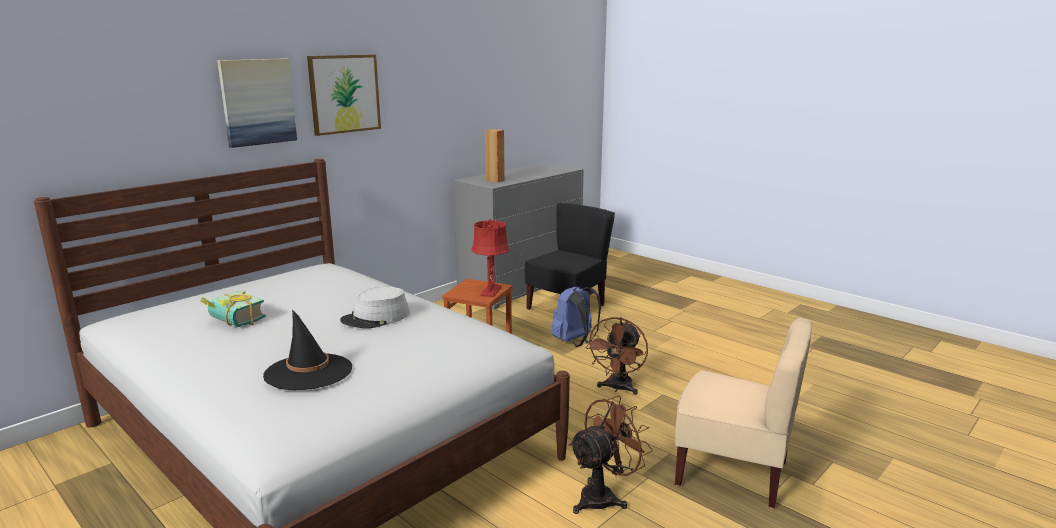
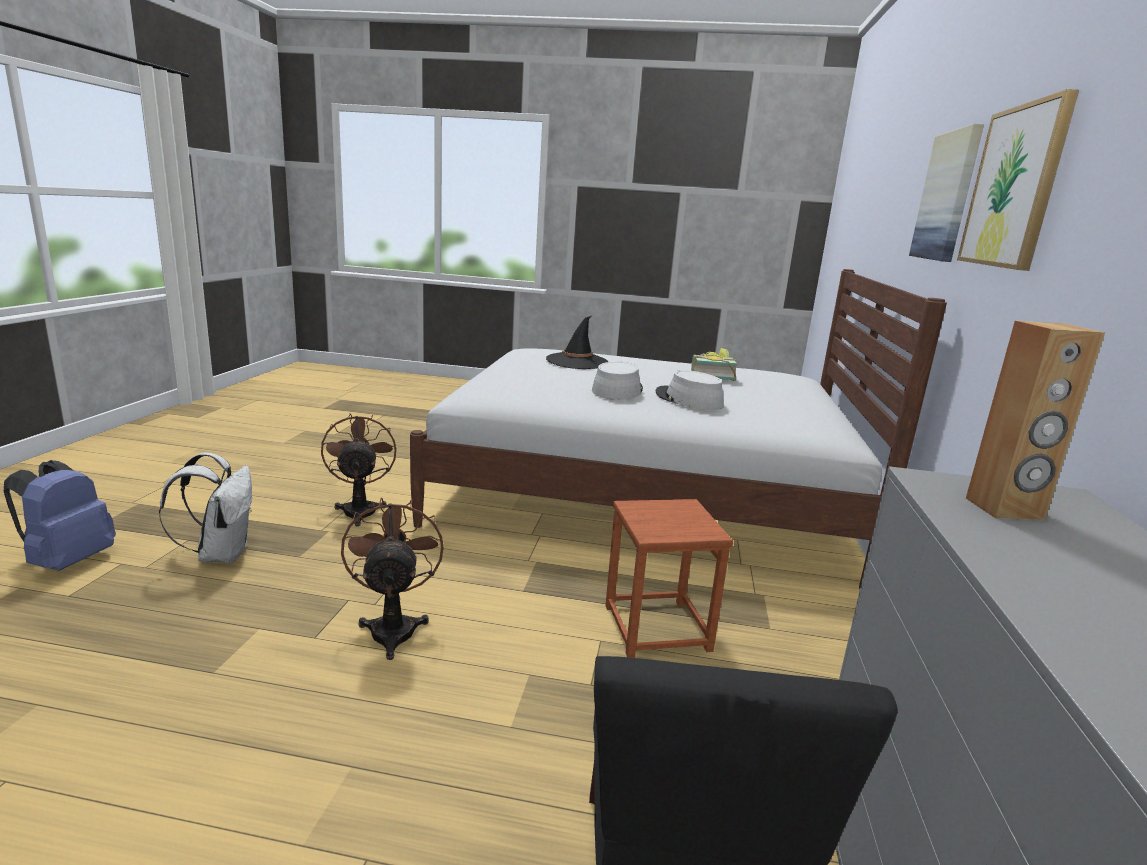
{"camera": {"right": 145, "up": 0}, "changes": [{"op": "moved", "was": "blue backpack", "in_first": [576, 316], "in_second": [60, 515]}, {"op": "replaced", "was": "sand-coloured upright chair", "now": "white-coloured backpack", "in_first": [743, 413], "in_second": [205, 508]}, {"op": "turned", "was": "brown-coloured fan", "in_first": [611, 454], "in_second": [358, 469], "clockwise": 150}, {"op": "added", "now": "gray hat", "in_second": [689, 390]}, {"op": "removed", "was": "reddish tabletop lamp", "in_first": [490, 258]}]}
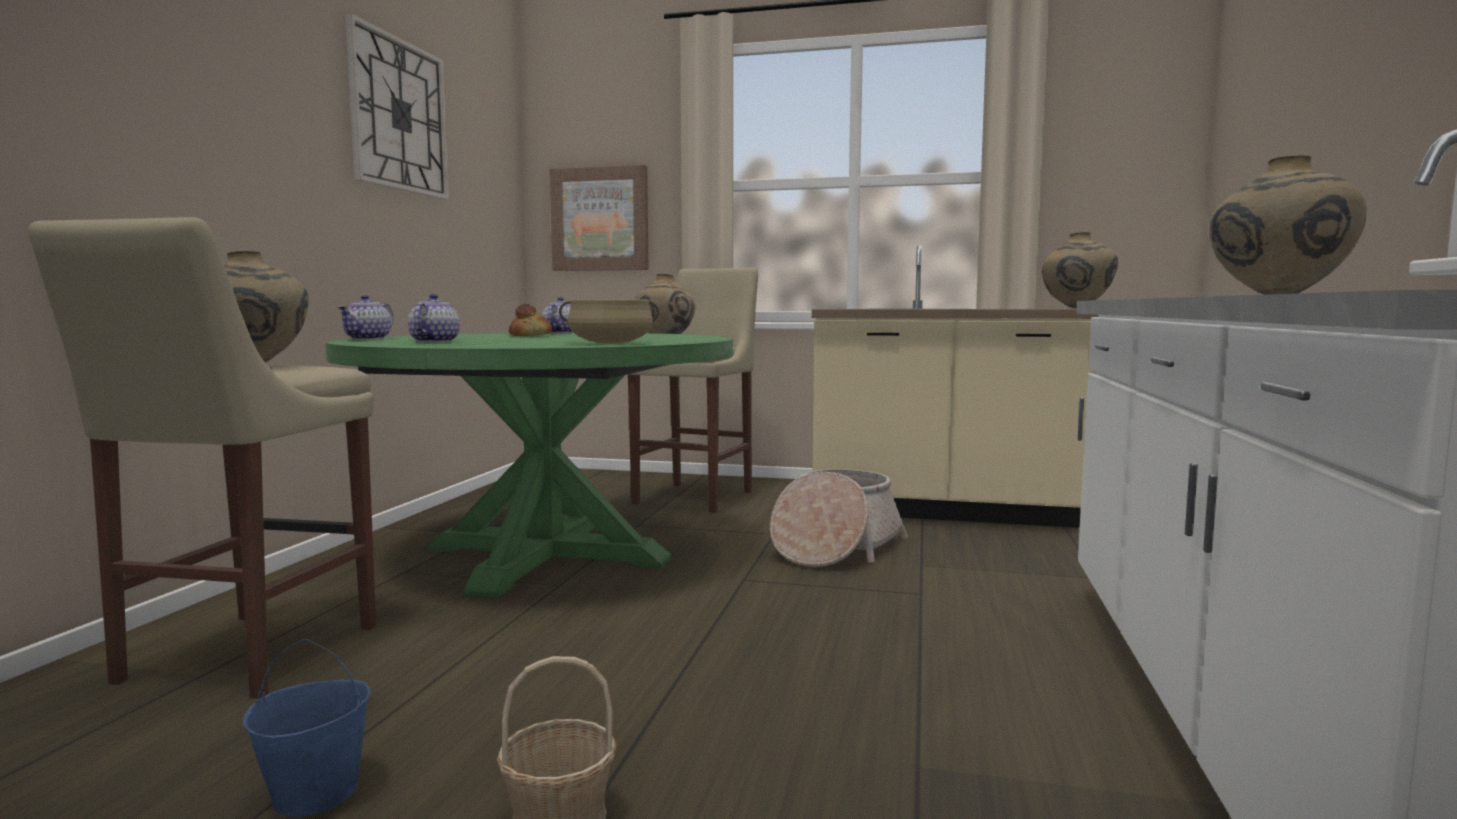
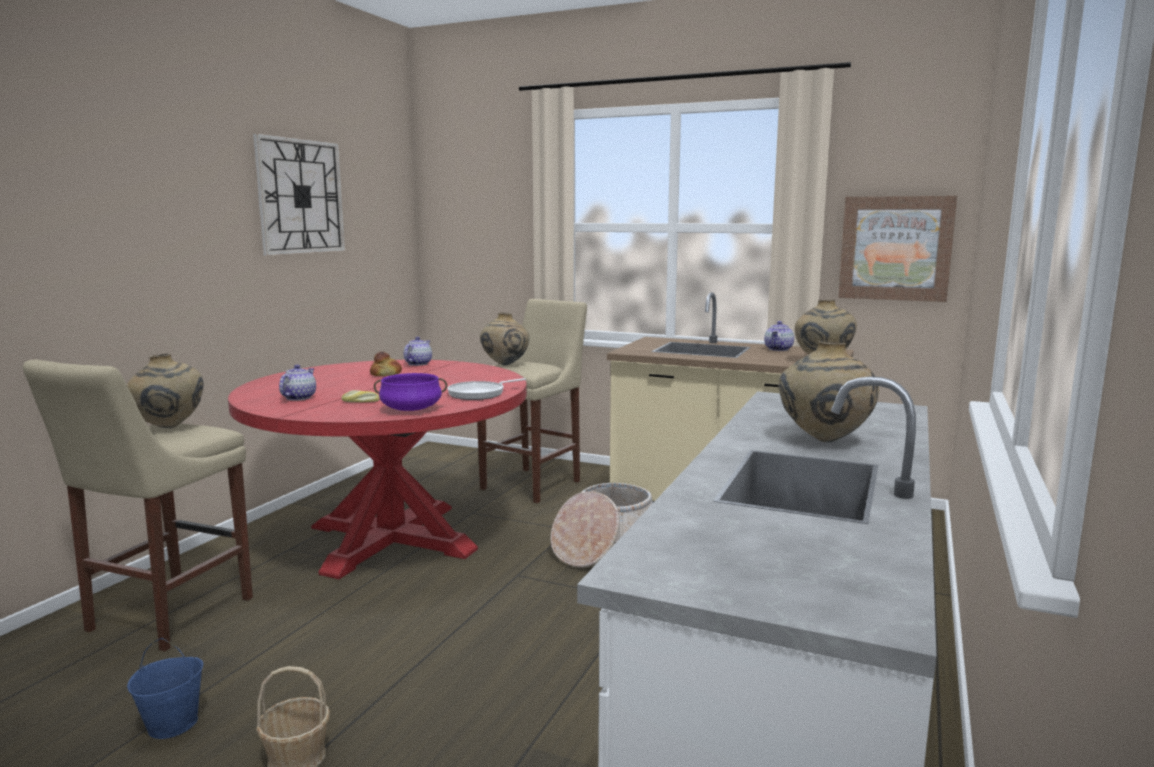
{"camera": {"right": 10, "up": 5}, "changes": [{"op": "recoloured", "was": "green dining table", "now": "reddish dining table", "in_first": [529, 466], "in_second": [377, 469]}, {"op": "added", "now": "baked bread", "in_second": [360, 396]}, {"op": "recoloured", "was": "sand-coloured cooking pot", "now": "purple cooking pot", "in_first": [609, 321], "in_second": [410, 392]}, {"op": "added", "now": "skillet", "in_second": [486, 389]}, {"op": "moved", "was": "pot for tea", "in_first": [365, 317], "in_second": [779, 336]}, {"op": "moved", "was": "wall art", "in_first": [599, 218], "in_second": [897, 249]}]}
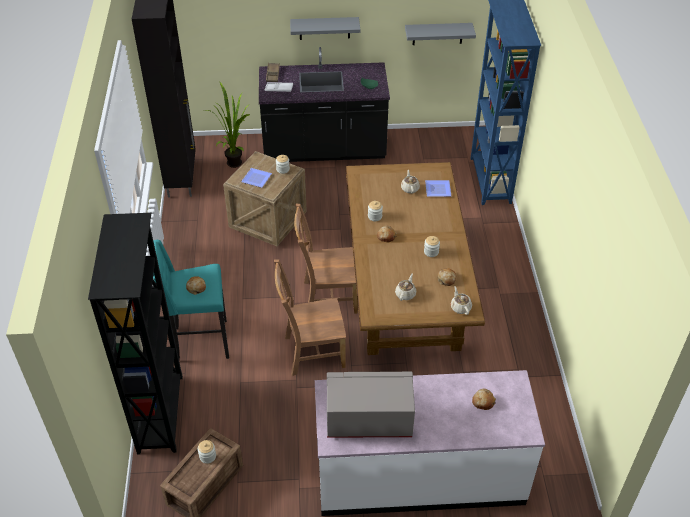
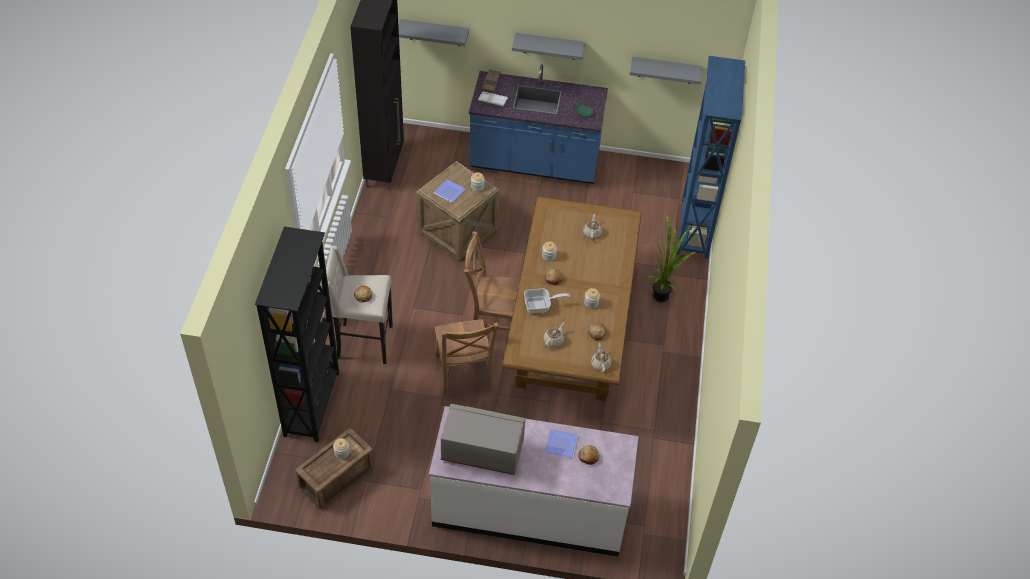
{"camera": {"right": 10, "up": 5}, "changes": [{"op": "recoloured", "was": "blue-green stool seat", "now": "sand-coloured stool seat", "in_first": [191, 299], "in_second": [359, 305]}, {"op": "added", "now": "gray shelf", "in_second": [433, 32]}, {"op": "turned", "was": "brown-coloured upright chair", "in_first": [310, 317], "in_second": [466, 357], "clockwise": -105}, {"op": "recoloured", "was": "black kitchen base unit", "now": "blue kitchen base unit", "in_first": [324, 104], "in_second": [538, 124]}, {"op": "added", "now": "skillet", "in_second": [547, 300]}, {"op": "moved", "was": "dinner plate", "in_first": [438, 188], "in_second": [561, 443]}, {"op": "moved", "was": "houseplant", "in_first": [229, 125], "in_second": [671, 258]}]}
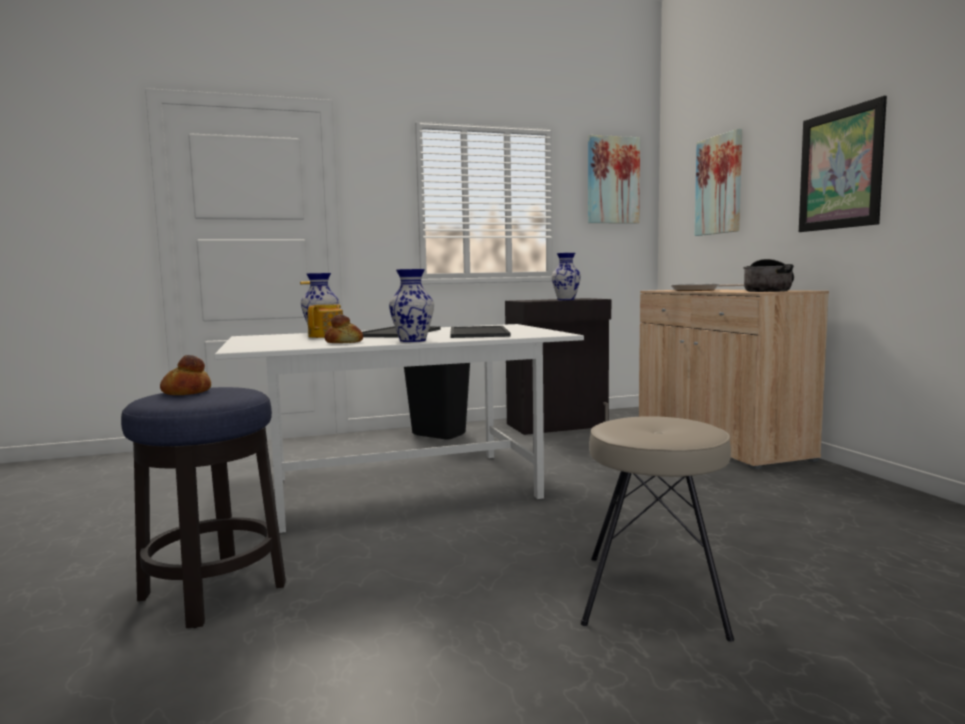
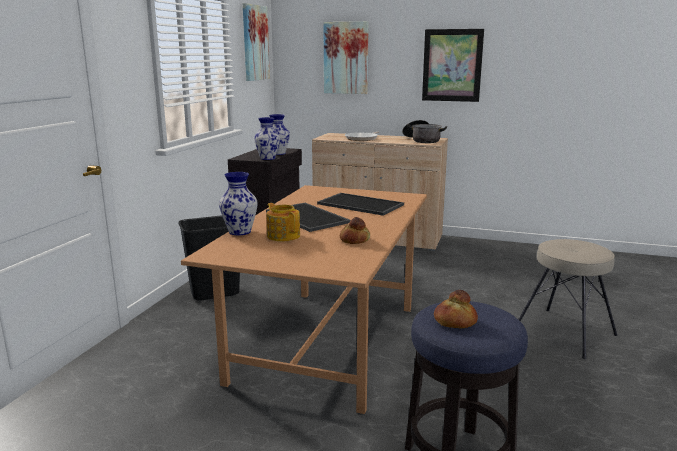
{"camera": {"right": -55, "up": 10}, "changes": [{"op": "recoloured", "was": "white-coloured dining table", "now": "brown-coloured dining table", "in_first": [399, 428], "in_second": [304, 299]}, {"op": "moved", "was": "flower vase", "in_first": [411, 305], "in_second": [267, 138]}]}
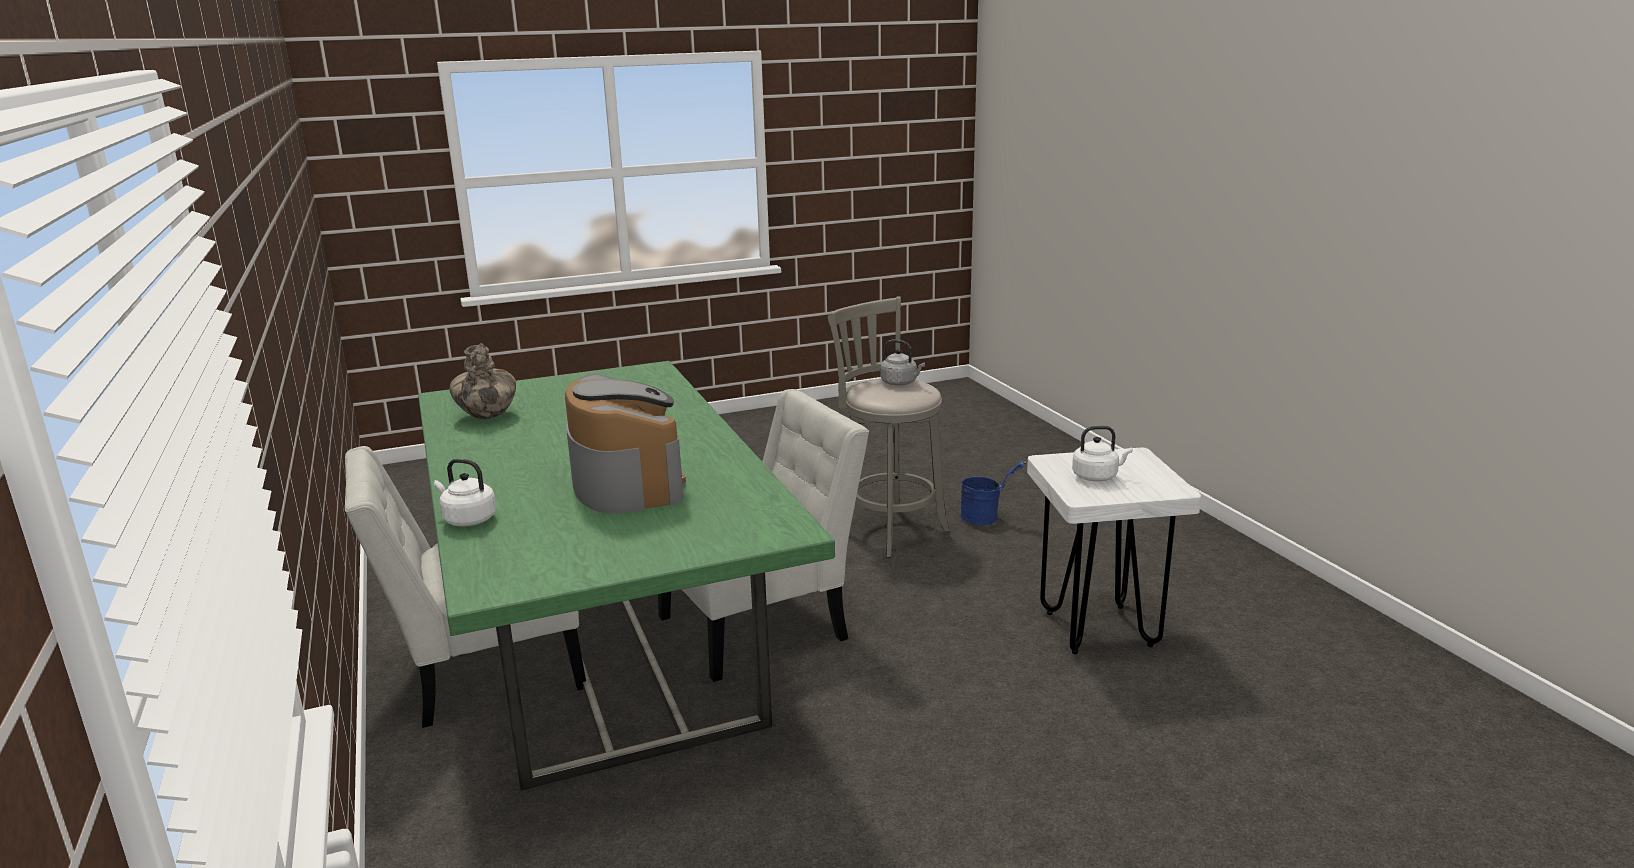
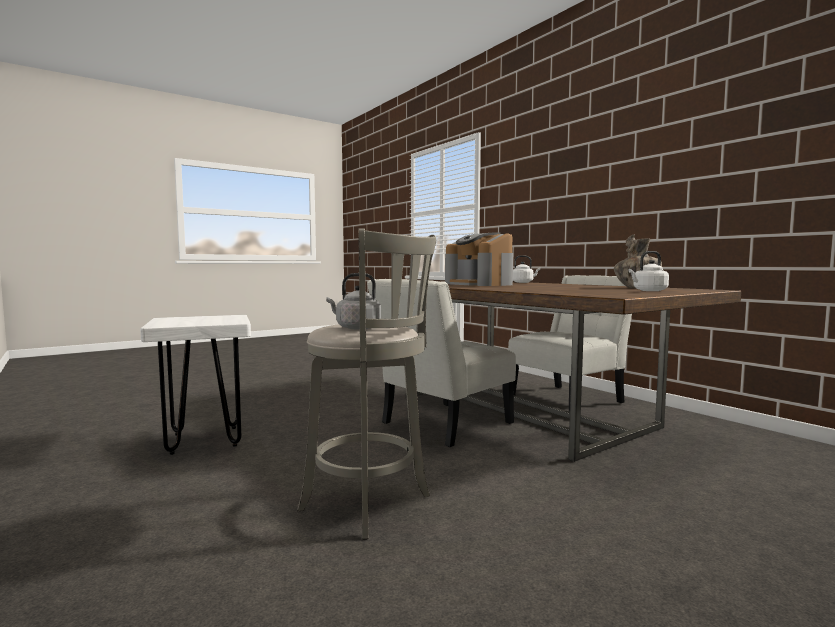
{"camera": {"right": 165, "up": -15}, "changes": [{"op": "recoloured", "was": "green dining table", "now": "brown-coloured dining table", "in_first": [626, 575], "in_second": [573, 371]}, {"op": "moved", "was": "white-coloured water kettle", "in_first": [1102, 454], "in_second": [648, 271]}, {"op": "removed", "was": "blue pail", "in_first": [993, 493]}]}
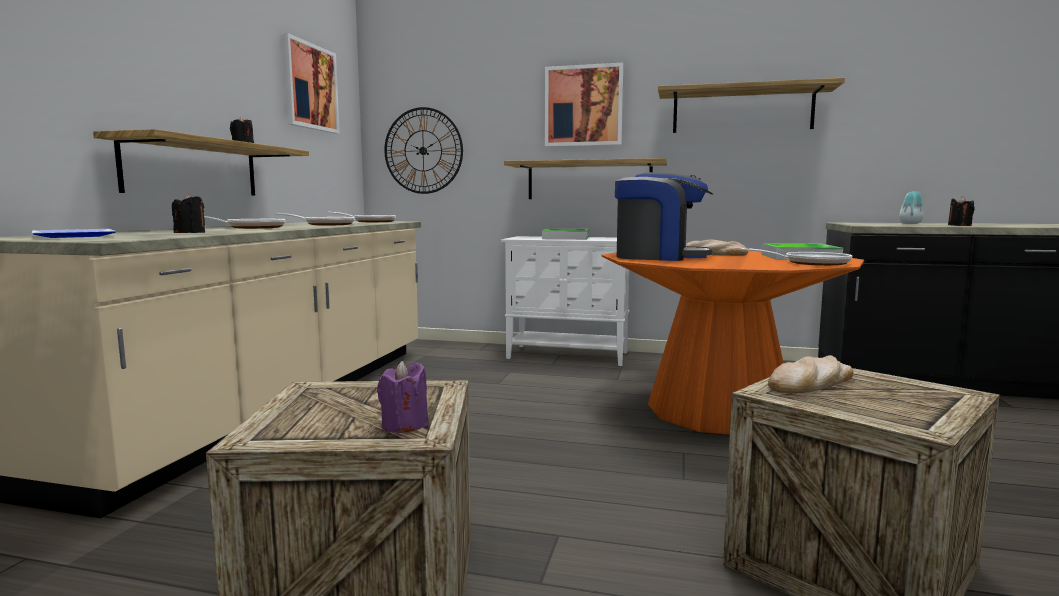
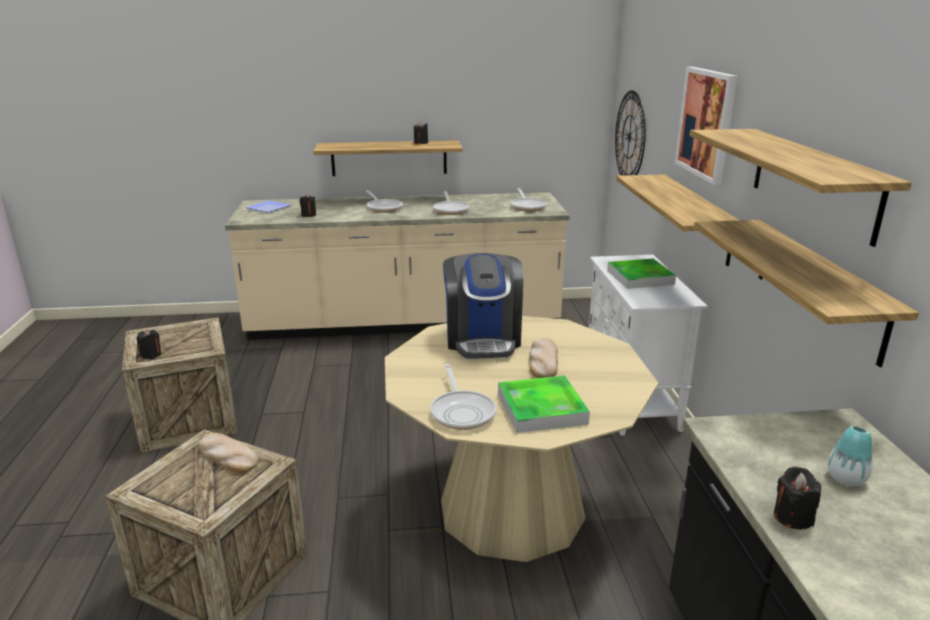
{"camera": {"right": 70, "up": 15}, "changes": [{"op": "recoloured", "was": "purple wax candle", "now": "black wax candle", "in_first": [403, 397], "in_second": [148, 344]}, {"op": "recoloured", "was": "orangey dining table", "now": "sand-coloured dining table", "in_first": [732, 342], "in_second": [521, 439]}, {"op": "added", "now": "shelf", "in_second": [806, 293]}, {"op": "removed", "was": "wall art", "in_first": [311, 83]}]}
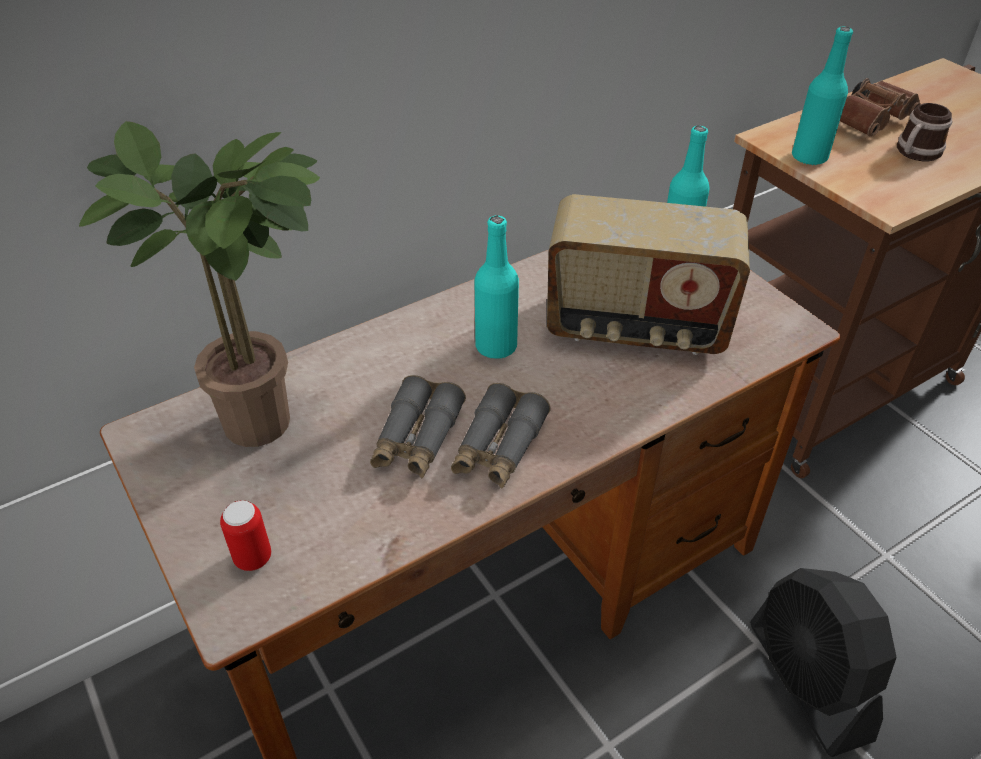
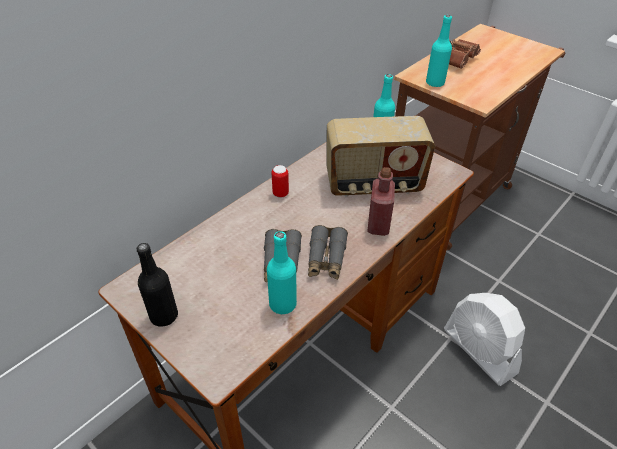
{"camera": {"right": -15, "up": 0}, "changes": [{"op": "added", "now": "black beverage bottle", "in_second": [157, 285]}, {"op": "moved", "was": "blue-green beverage bottle", "in_first": [496, 287], "in_second": [282, 272]}, {"op": "moved", "was": "sealed can", "in_first": [245, 535], "in_second": [280, 181]}, {"op": "added", "now": "reddish beverage bottle", "in_second": [381, 201]}, {"op": "recoloured", "was": "black fan", "now": "white-coloured fan", "in_first": [823, 662], "in_second": [484, 339]}, {"op": "removed", "was": "houseplant", "in_first": [199, 284]}, {"op": "removed", "was": "coffee mug", "in_first": [924, 132]}]}
